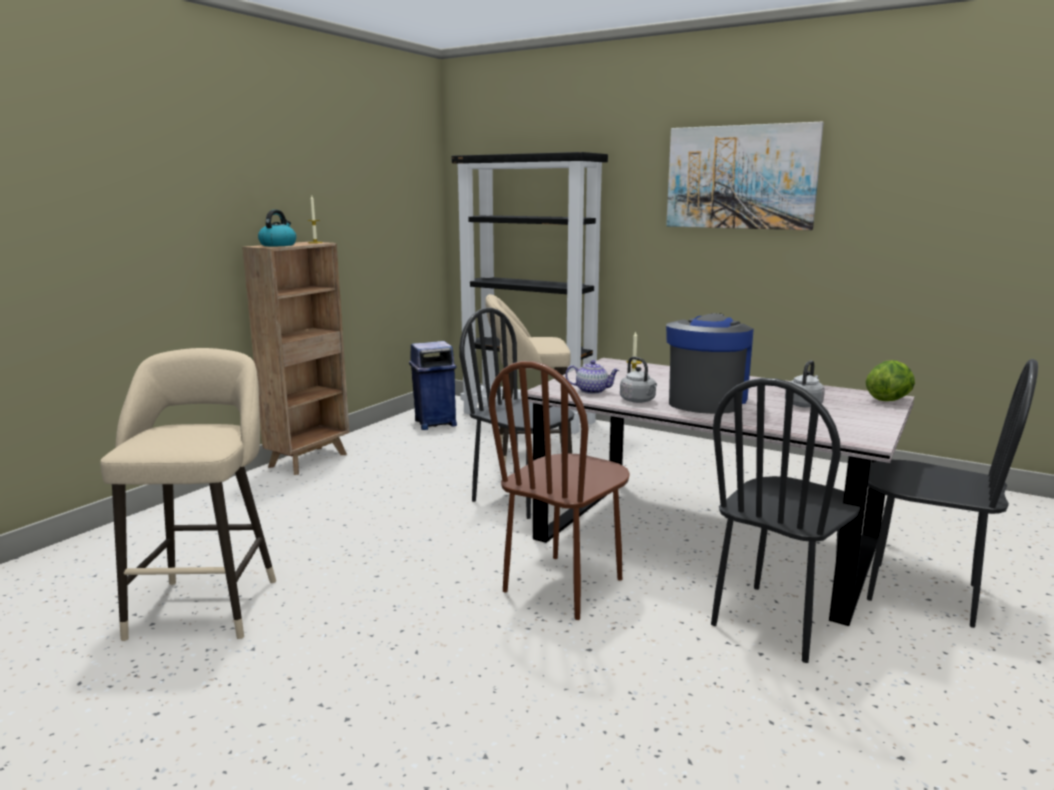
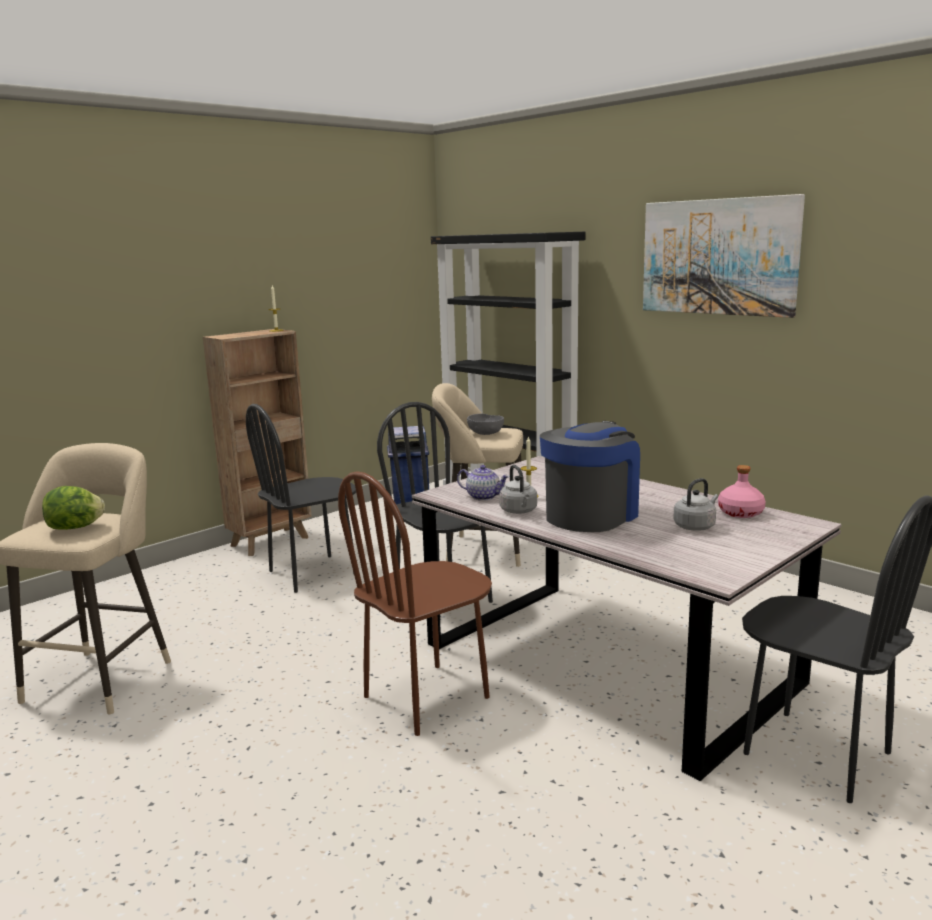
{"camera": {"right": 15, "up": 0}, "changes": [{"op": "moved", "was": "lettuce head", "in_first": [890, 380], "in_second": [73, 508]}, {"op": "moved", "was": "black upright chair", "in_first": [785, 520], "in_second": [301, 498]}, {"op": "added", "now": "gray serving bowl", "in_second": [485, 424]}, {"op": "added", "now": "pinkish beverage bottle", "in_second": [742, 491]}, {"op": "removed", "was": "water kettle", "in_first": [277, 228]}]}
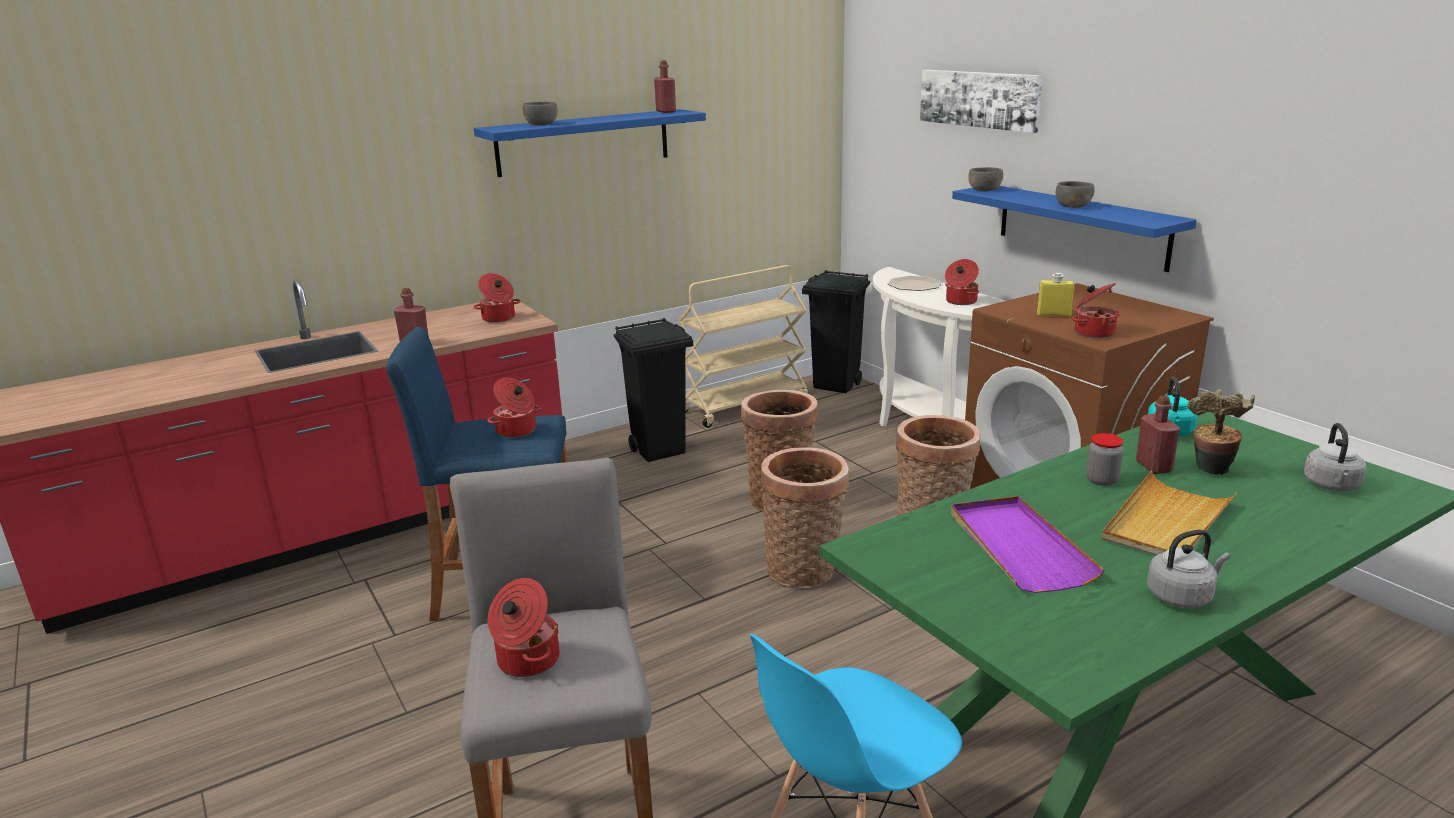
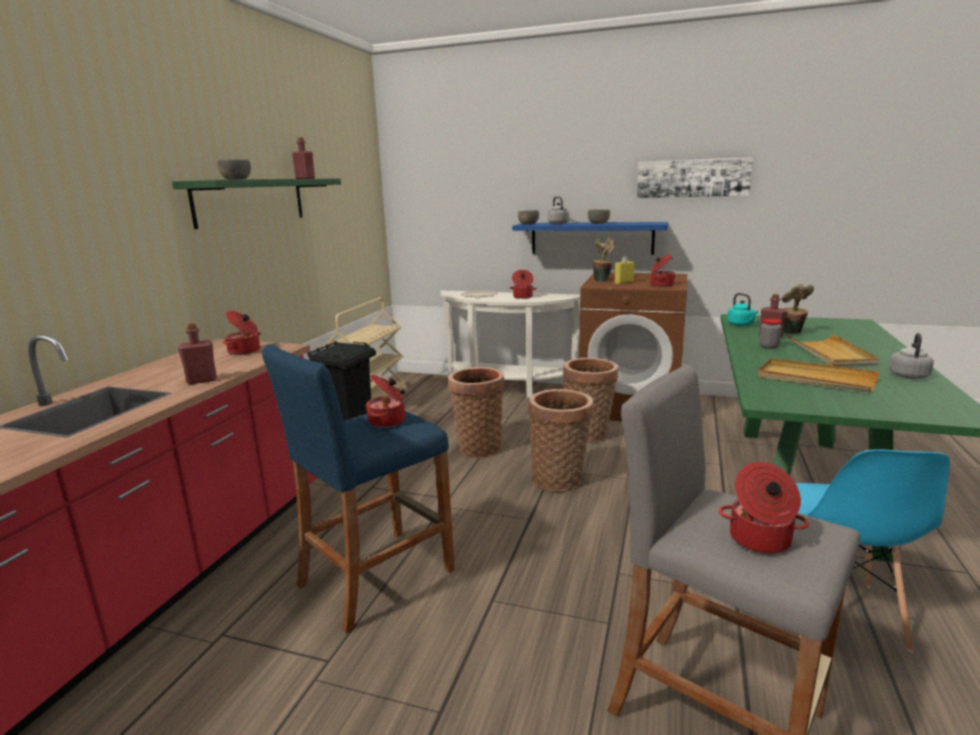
{"camera": {"right": -40, "up": -5}, "changes": [{"op": "recoloured", "was": "blue shelf", "now": "green shelf", "in_first": [590, 143], "in_second": [256, 203]}, {"op": "moved", "was": "gray water kettle", "in_first": [1335, 457], "in_second": [558, 210]}, {"op": "added", "now": "houseplant", "in_second": [604, 260]}, {"op": "moved", "was": "wall art", "in_first": [981, 101], "in_second": [695, 177]}, {"op": "recoloured", "was": "purple carrying tray", "now": "sand-coloured carrying tray", "in_first": [1028, 544], "in_second": [818, 375]}, {"op": "removed", "was": "black waste bin", "in_first": [836, 331]}]}
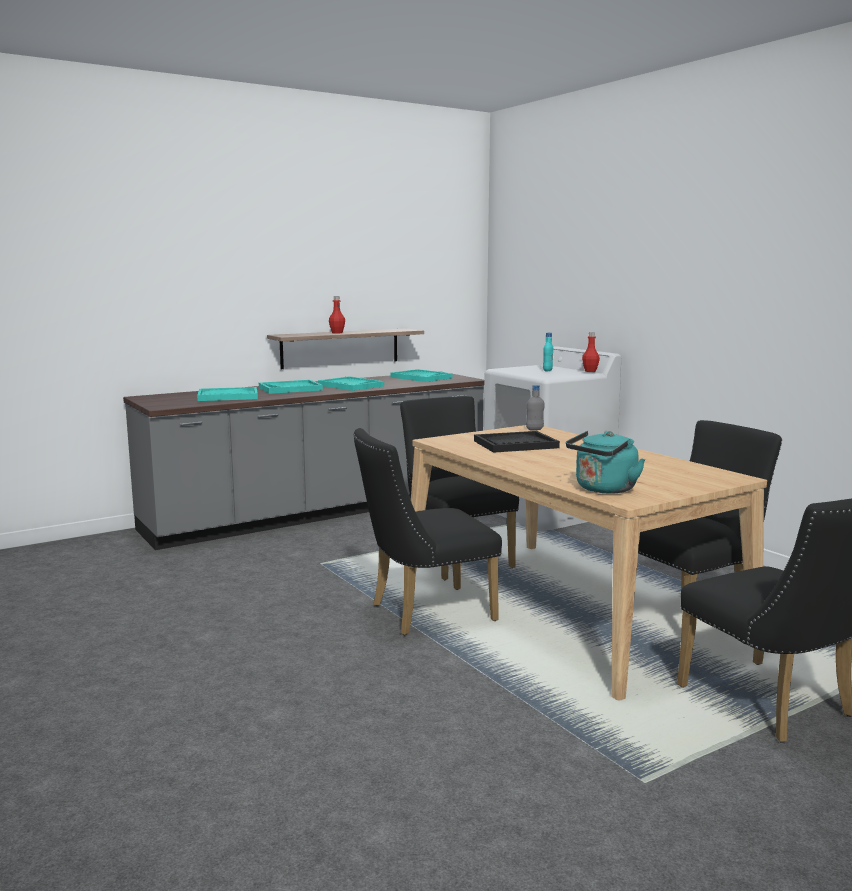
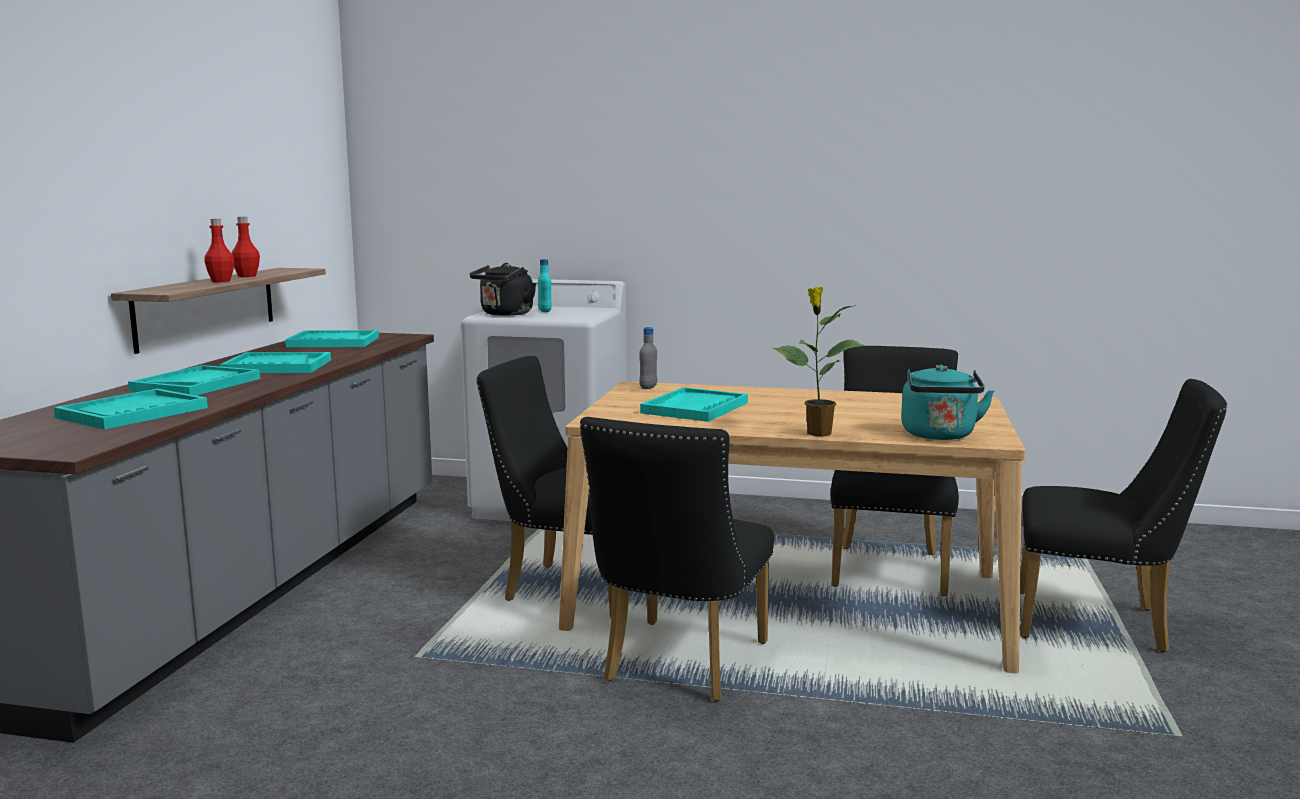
{"camera": {"right": -45, "up": 0}, "changes": [{"op": "moved", "was": "reddish beverage bottle", "in_first": [591, 352], "in_second": [245, 247]}, {"op": "added", "now": "black water kettle", "in_second": [503, 289]}, {"op": "recoloured", "was": "black carrying tray", "now": "blue-green carrying tray", "in_first": [517, 442], "in_second": [694, 404]}, {"op": "added", "now": "houseplant", "in_second": [819, 362]}]}
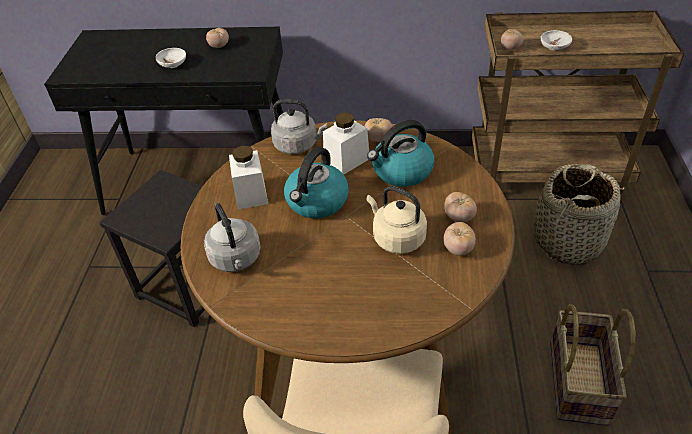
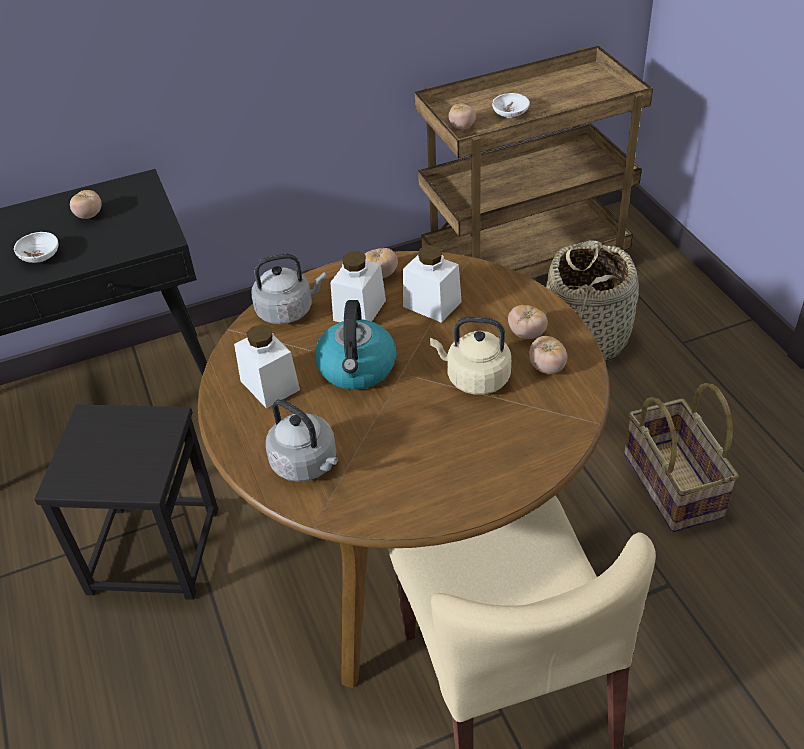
{"camera": {"right": -25, "up": 0}, "changes": [{"op": "replaced", "was": "water kettle", "now": "white-coloured storage jar", "in_first": [400, 153], "in_second": [432, 284]}]}
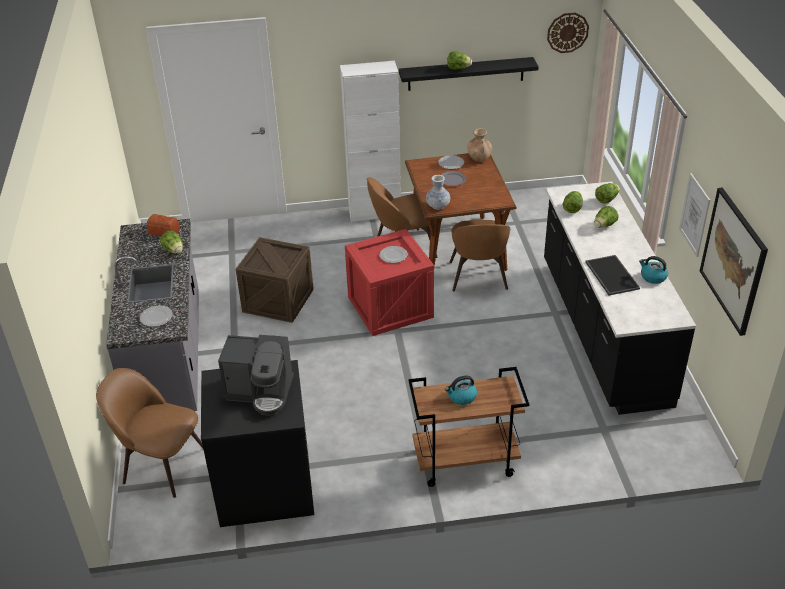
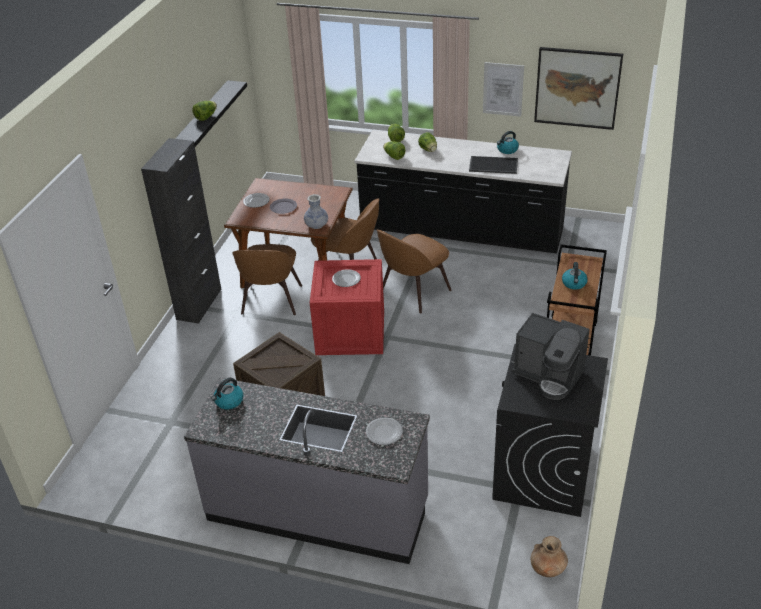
{"camera": {"right": -65, "up": 0}, "changes": [{"op": "recoloured", "was": "white-coloured cabinet", "now": "black cabinet", "in_first": [370, 141], "in_second": [181, 231]}, {"op": "replaced", "was": "baked bread", "now": "water kettle", "in_first": [163, 225], "in_second": [227, 394]}, {"op": "moved", "was": "brown-coloured upright chair", "in_first": [149, 433], "in_second": [414, 271]}, {"op": "turned", "was": "coffee brewer", "in_first": [256, 375], "in_second": [551, 356], "clockwise": 90}, {"op": "moved", "was": "brown-coloured flower vase", "in_first": [479, 145], "in_second": [549, 556]}, {"op": "removed", "was": "lettuce head", "in_first": [171, 242]}, {"op": "removed", "was": "wall clock", "in_first": [568, 33]}]}
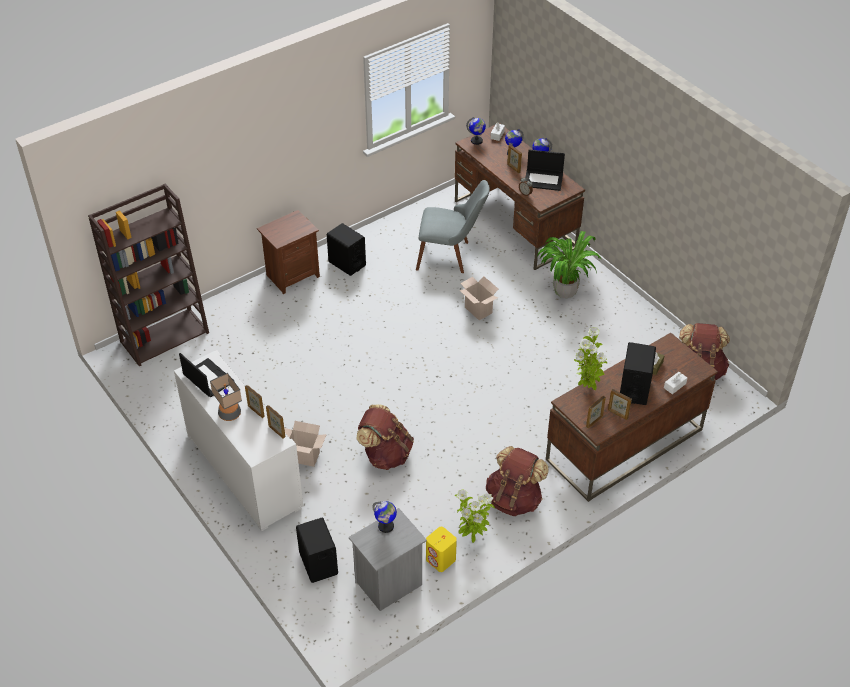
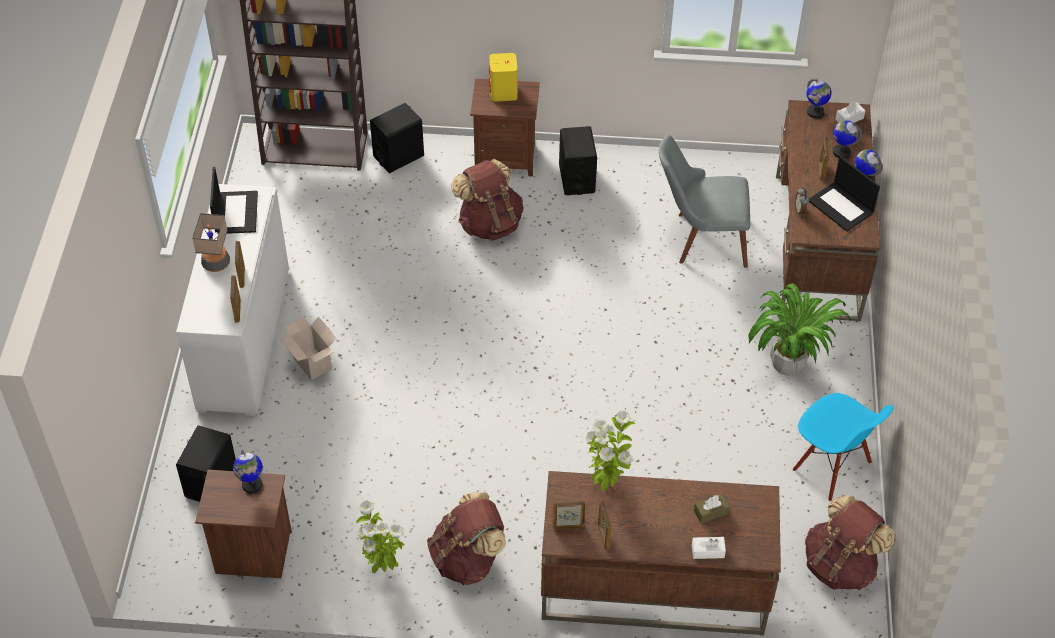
{"camera": {"right": 40, "up": 5}, "changes": [{"op": "recoloured", "was": "gray night table", "now": "brown-coloured night table", "in_first": [388, 559], "in_second": [243, 524]}, {"op": "moved", "was": "black audio speaker", "in_first": [638, 373], "in_second": [397, 138]}, {"op": "moved", "was": "brown-coloured backpack", "in_first": [385, 437], "in_second": [487, 200]}, {"op": "moved", "was": "yellow-coloured audio speaker", "in_first": [441, 549], "in_second": [503, 77]}, {"op": "turned", "was": "gray upright chair", "in_first": [453, 226], "in_second": [704, 201], "clockwise": 135}, {"op": "added", "now": "blue upright chair", "in_second": [843, 447]}, {"op": "removed", "was": "cardboard box", "in_first": [478, 298]}]}
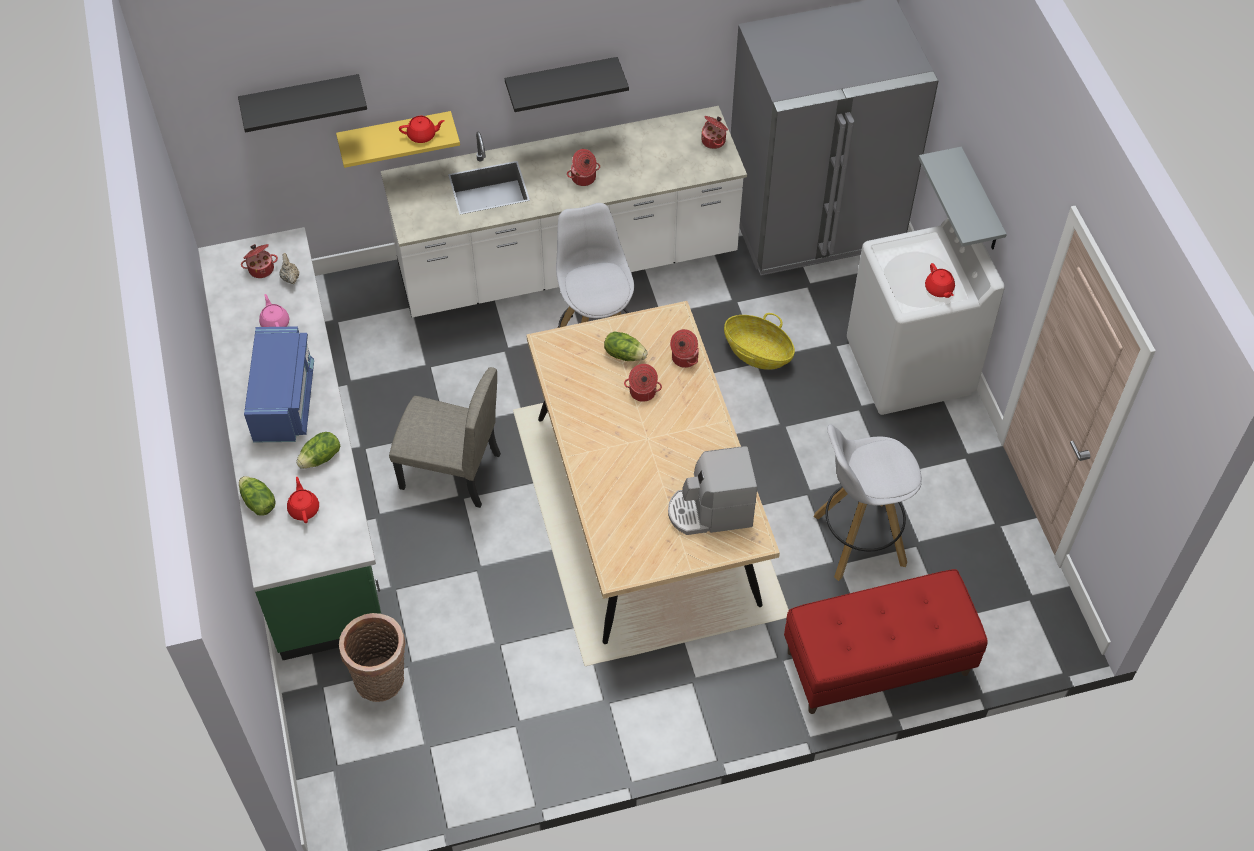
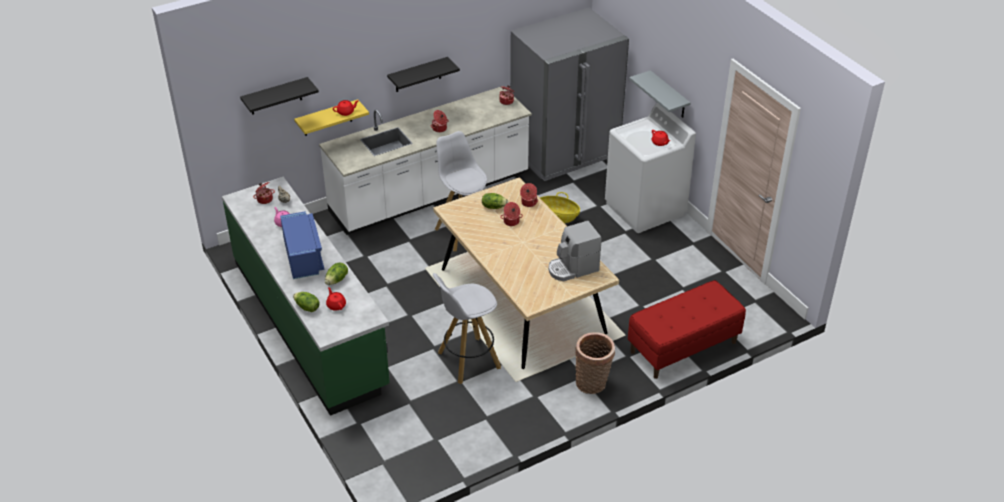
{"camera": {"right": -15, "up": -15}, "changes": [{"op": "moved", "was": "white-coloured stool seat", "in_first": [868, 502], "in_second": [467, 328]}, {"op": "moved", "was": "storage basket", "in_first": [372, 657], "in_second": [595, 363]}, {"op": "removed", "was": "sand-coloured upright chair", "in_first": [445, 437]}]}
